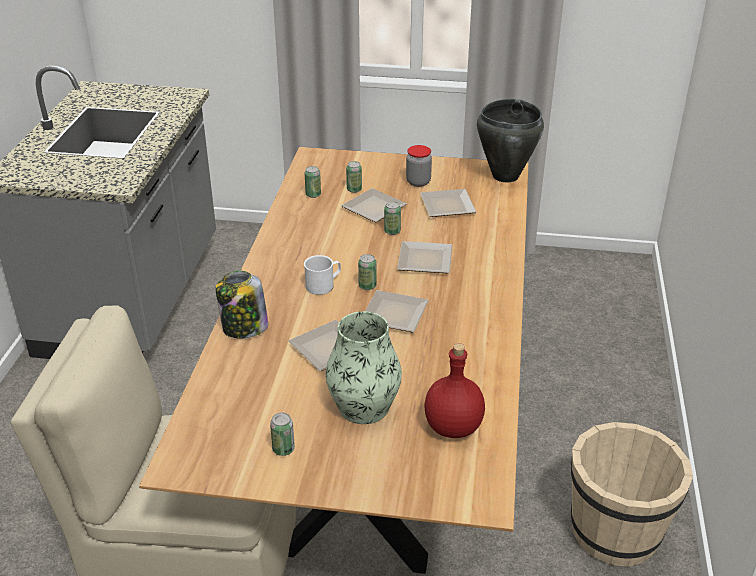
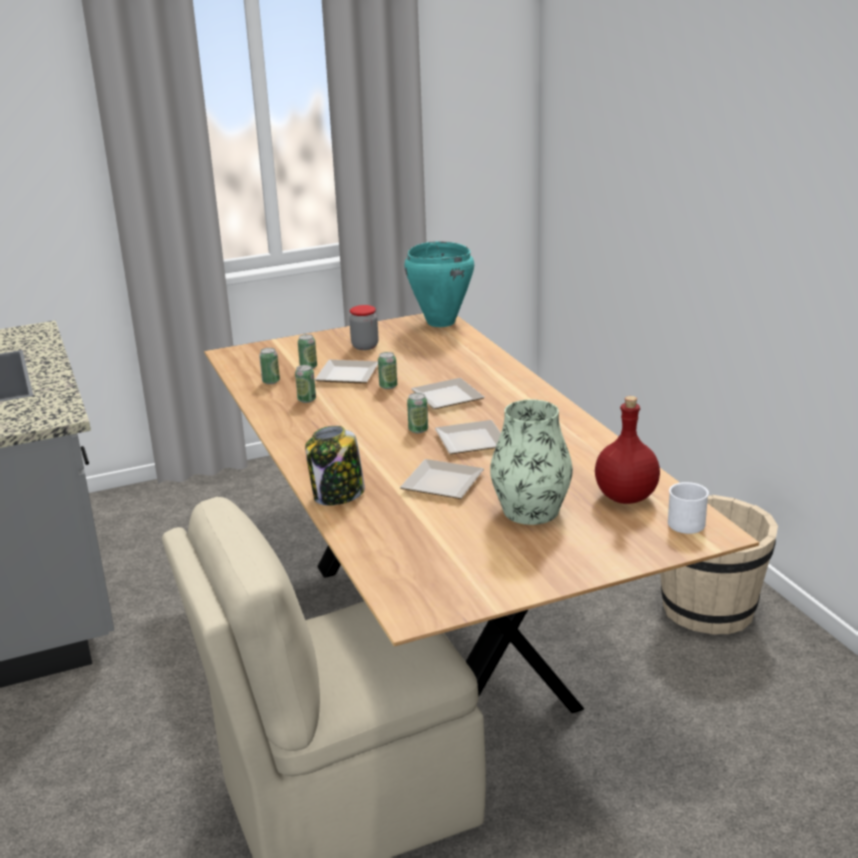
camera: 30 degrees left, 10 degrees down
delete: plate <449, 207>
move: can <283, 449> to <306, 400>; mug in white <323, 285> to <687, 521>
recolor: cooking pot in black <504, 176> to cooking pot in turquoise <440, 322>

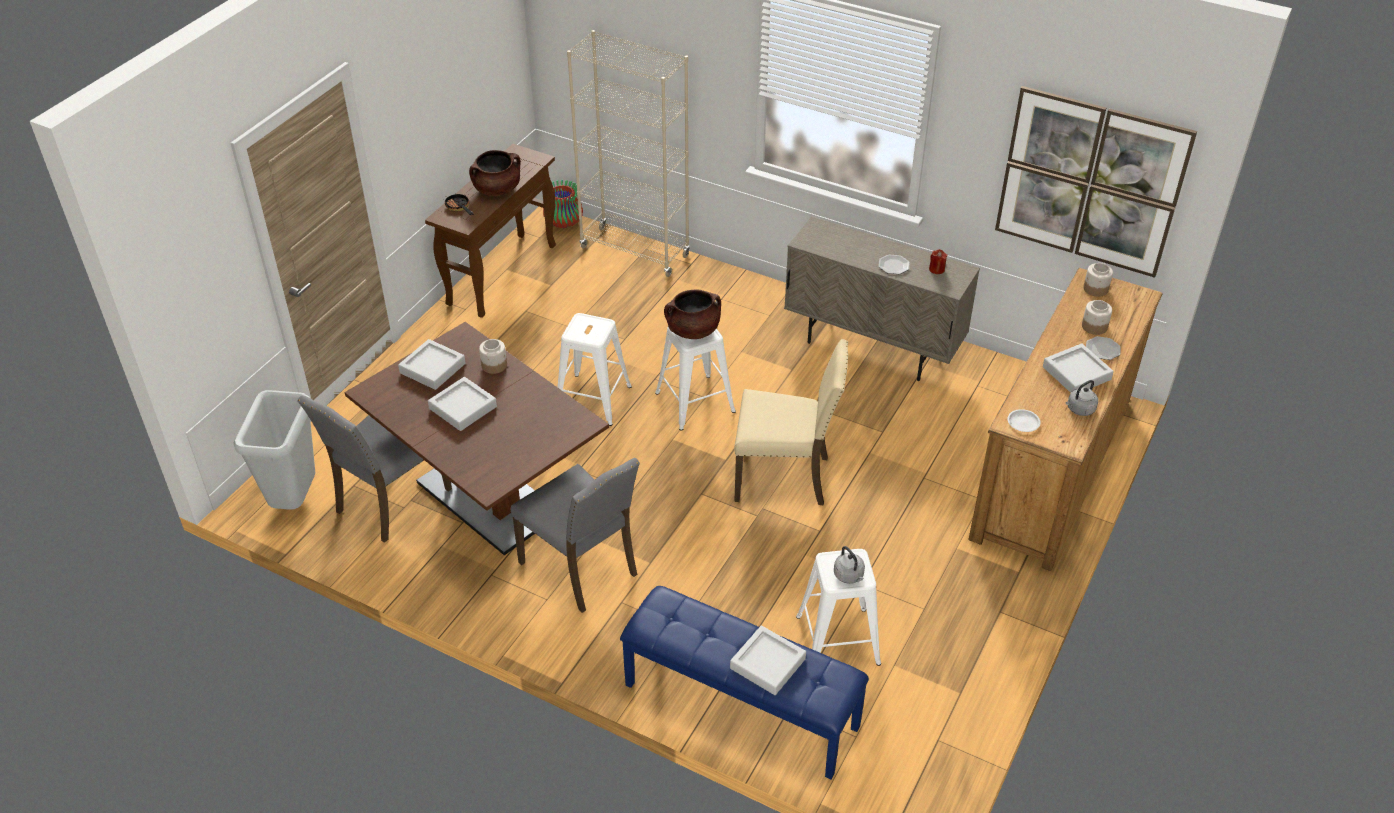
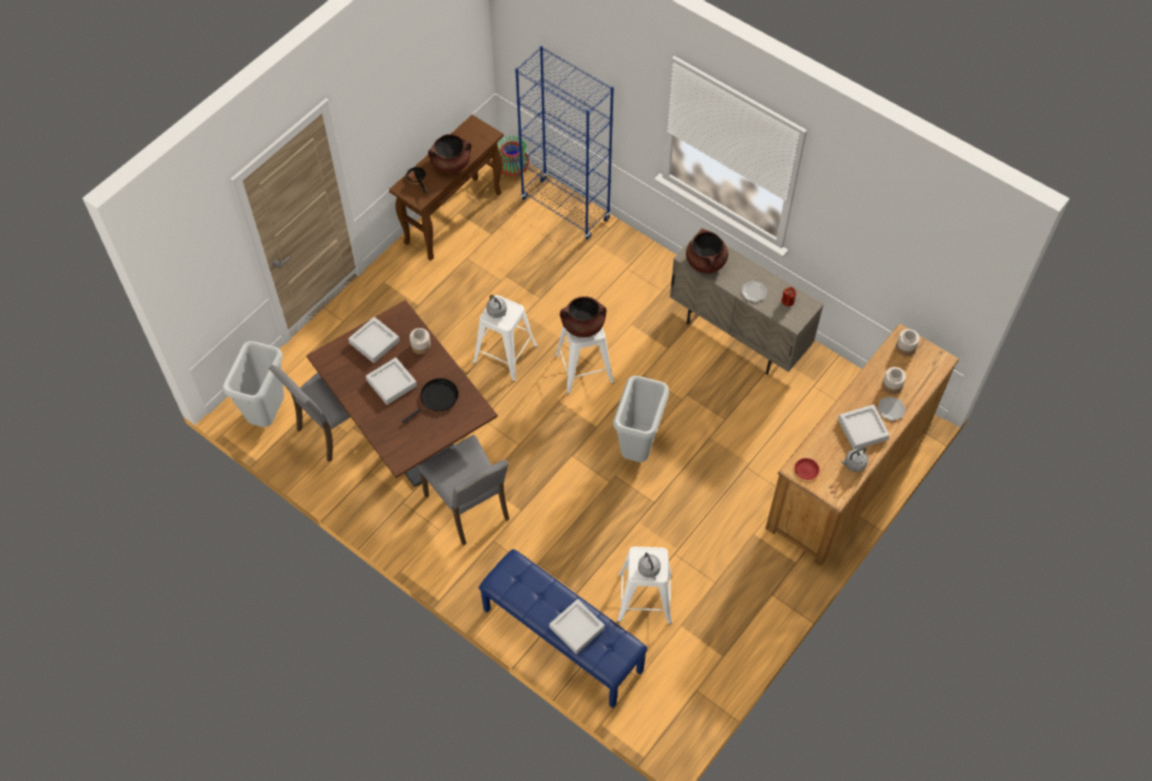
camera: 10 degrees right, 15 degrees up
delete: picture <1090, 182>
insert: frying pan in black <437, 398>; kettle in grey <497, 312>; cooking pot in brown <706, 262>
replace: chair in beige <784, 477> to trash can in grey <638, 450>
recolor: bookcase in beige <635, 252> to bookcase in blue <565, 209>; plate in white <1023, 422> to plate in red <806, 470>

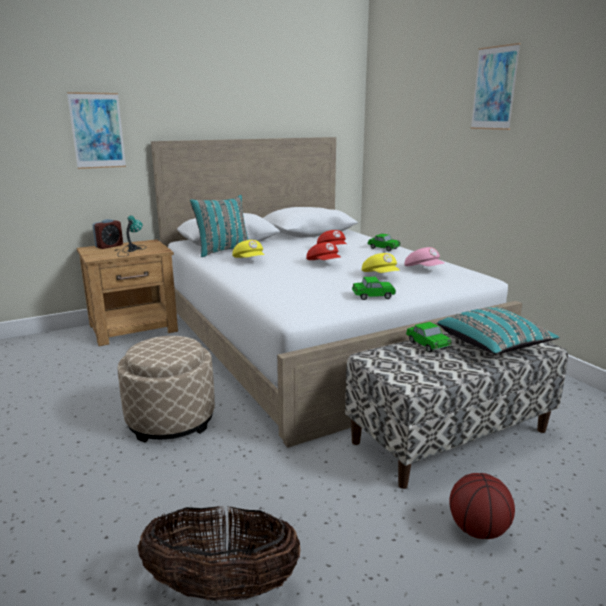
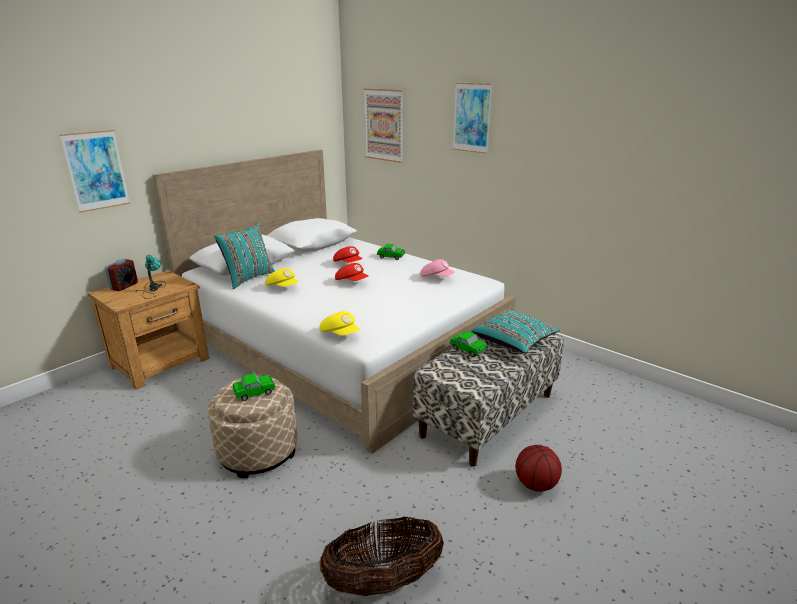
camera: 20 degrees left, 5 degrees up
insert: picture <384, 125>
move: toy car <373, 296> to <254, 392>; cap in yellow <381, 276> to <340, 334>

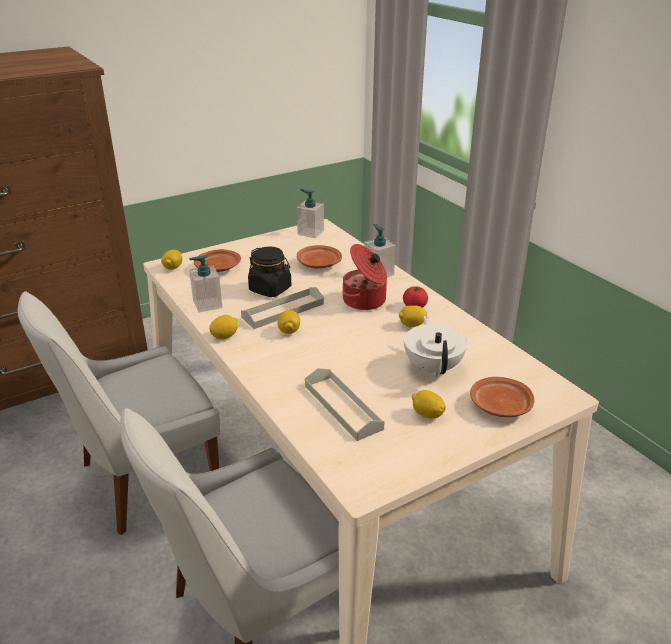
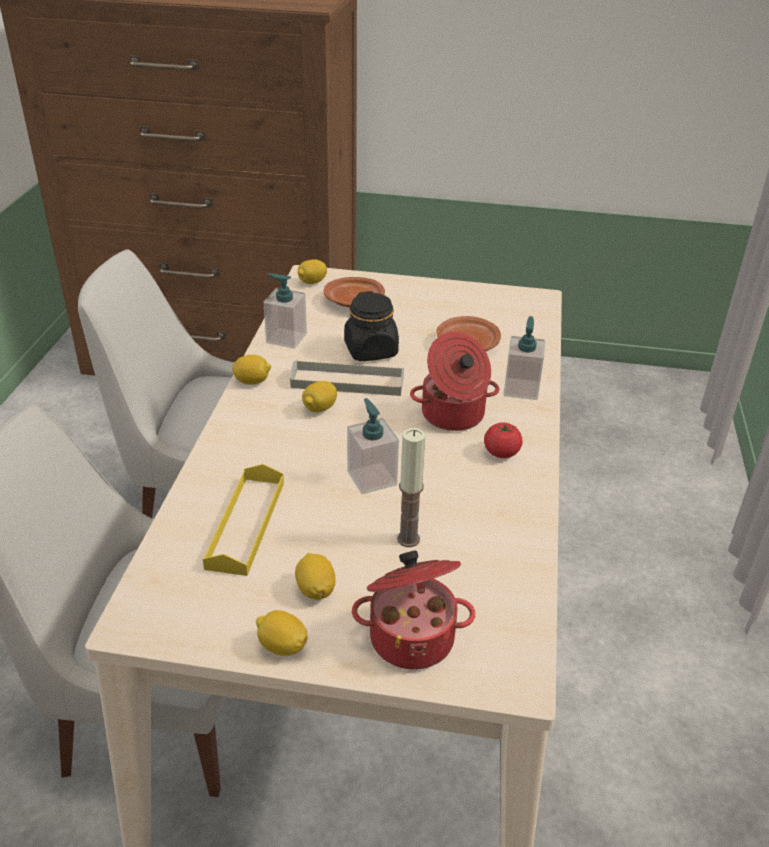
camera: 40 degrees right, 5 degrees up
move: lemon <411, 325> to <282, 646>; soap dispenser <310, 233> to <371, 478>
replace: plate in brown <500, 406> to cooking pot <412, 636>; teapot in white <433, 367> to candle <408, 539>
recolor: tray in grey <342, 407> to tray in yellow <246, 524>

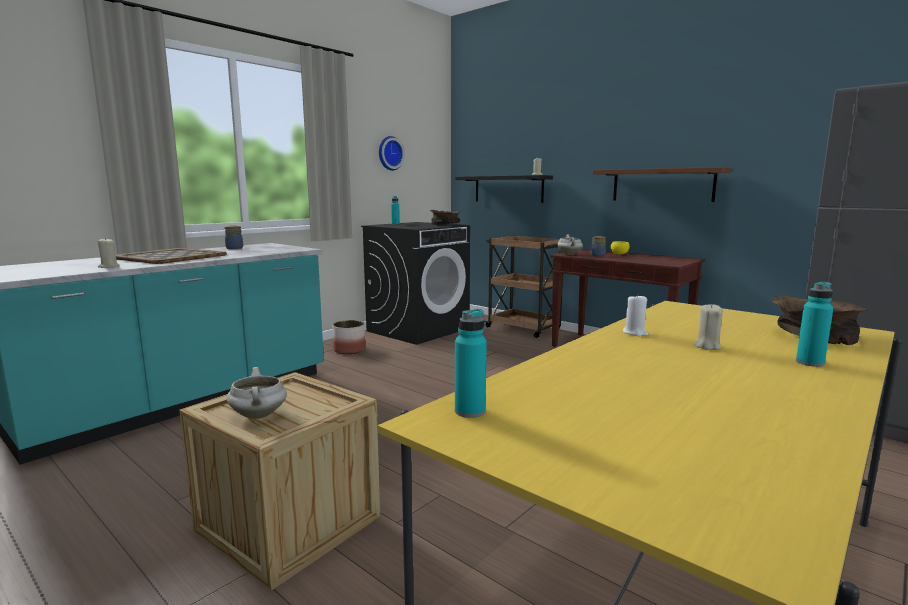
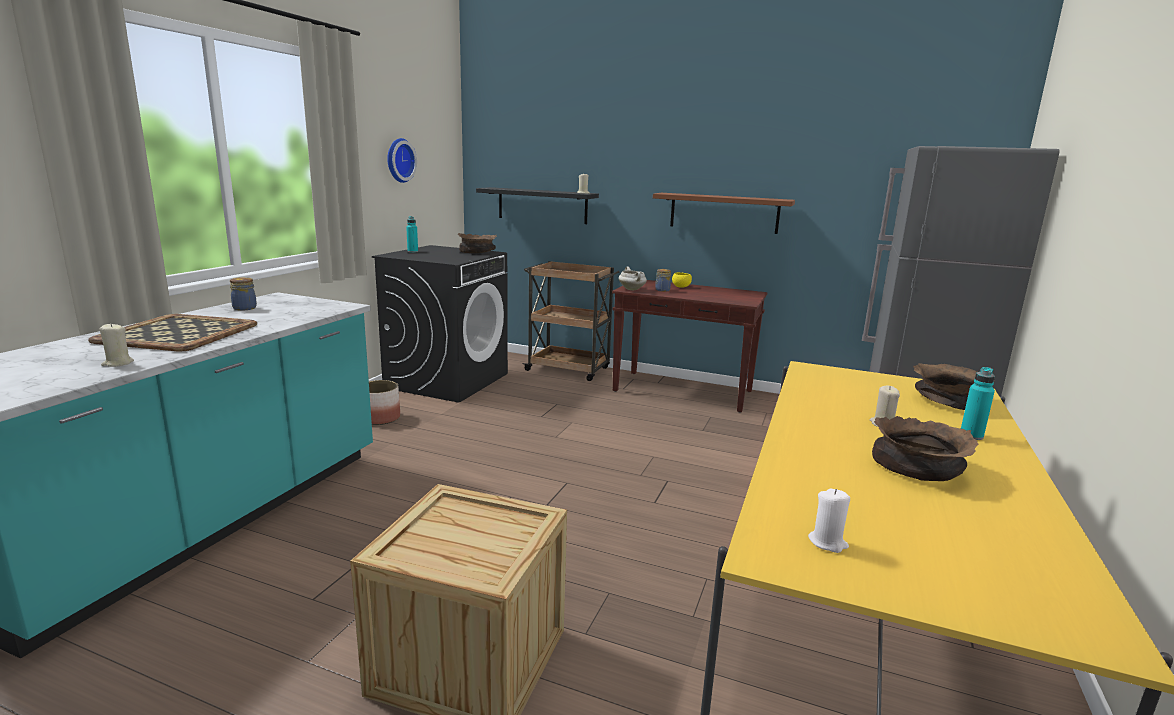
camera: 20 degrees left, 5 degrees up
delete: cooking pot in white <259, 415>; bottle in turquoise <470, 411>
insert: bowl in brown <919, 468>
move: candle in white <635, 333> to <827, 542>

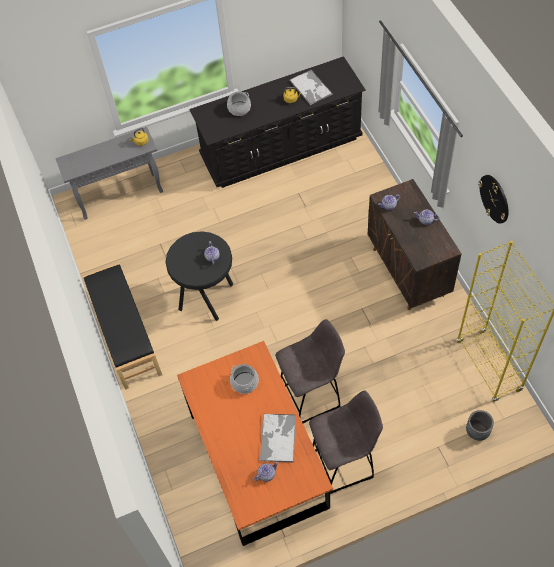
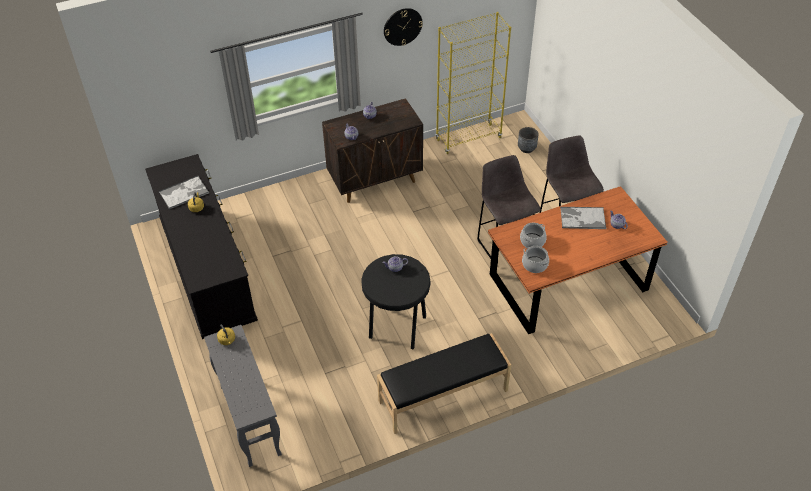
camera: 95 degrees left, 10 degrees down
move: cooking pot <239, 109> to <535, 264>

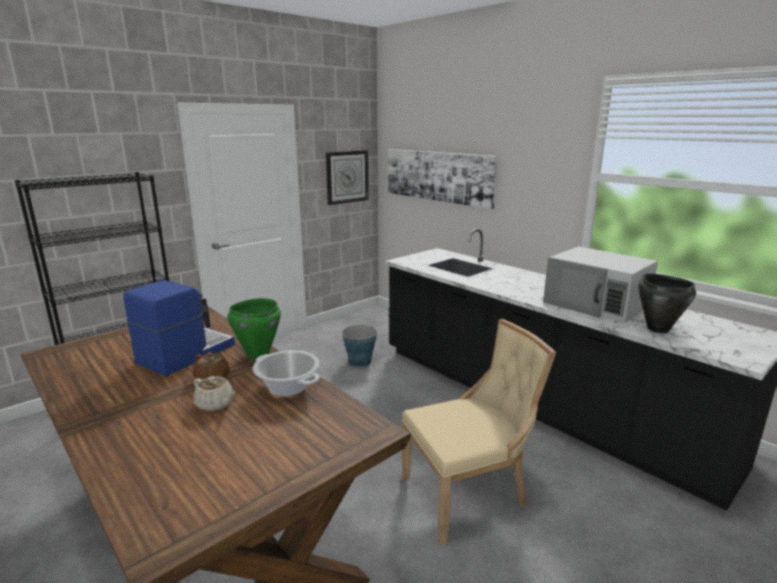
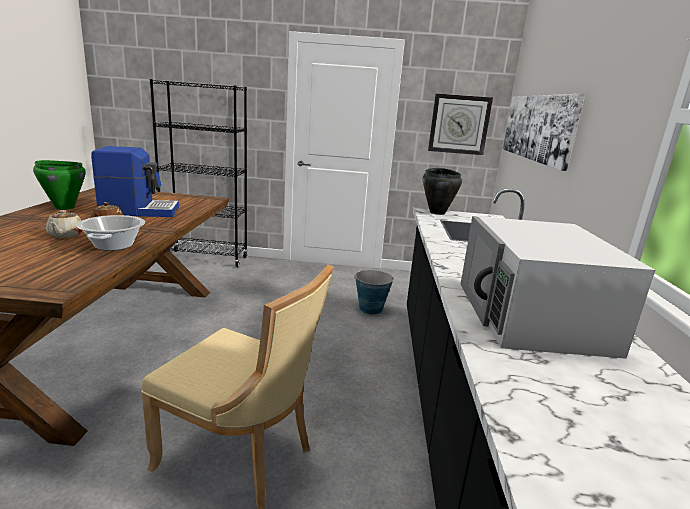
camera: 45 degrees right, 0 degrees up
move: cooking pot in green <257, 355> to <64, 207>; cooking pot in black <657, 329> to <437, 212>

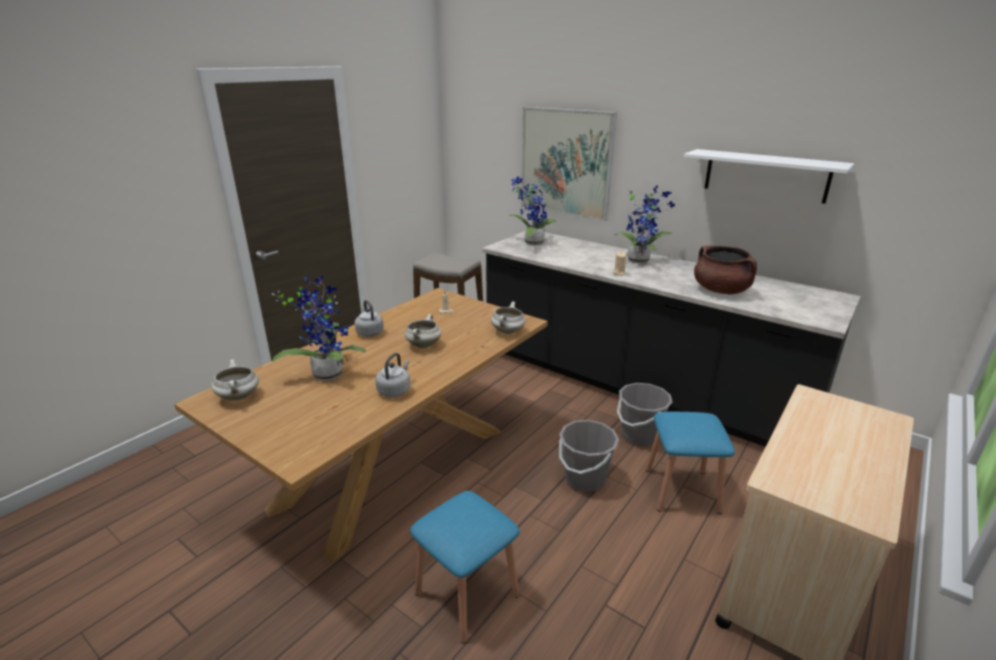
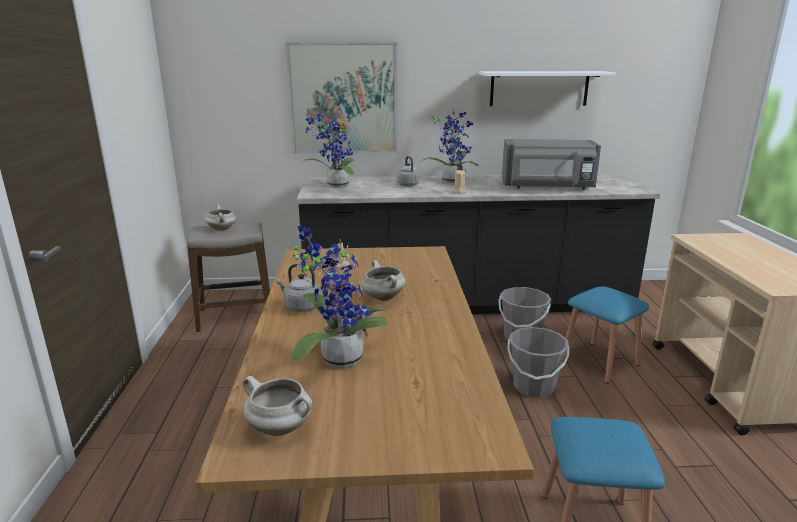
camera: 40 degrees left, 5 degrees down
move: cooking pot in white <508, 332> to <222, 229>; kettle in grey <395, 390> to <407, 184>
replace: cooking pot in brown <721, 290> to microwave in grey <547, 187>

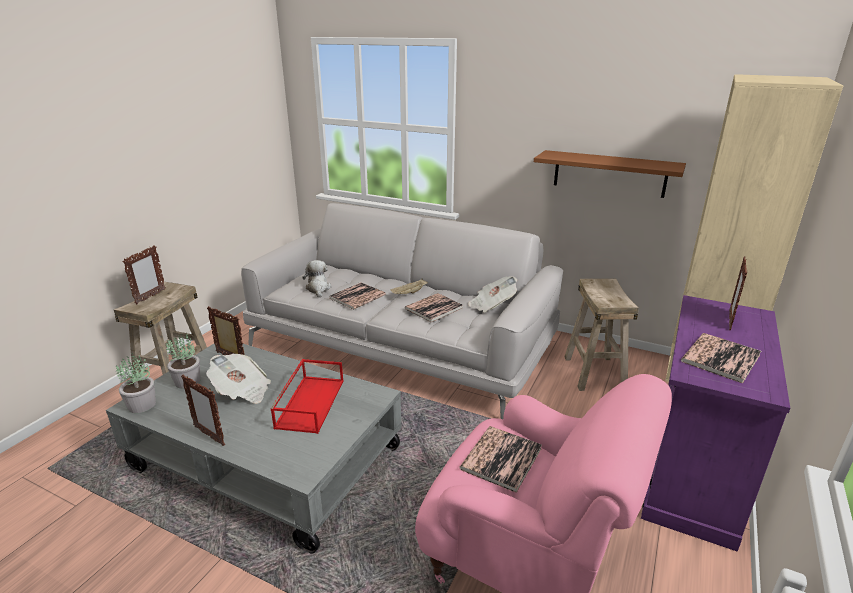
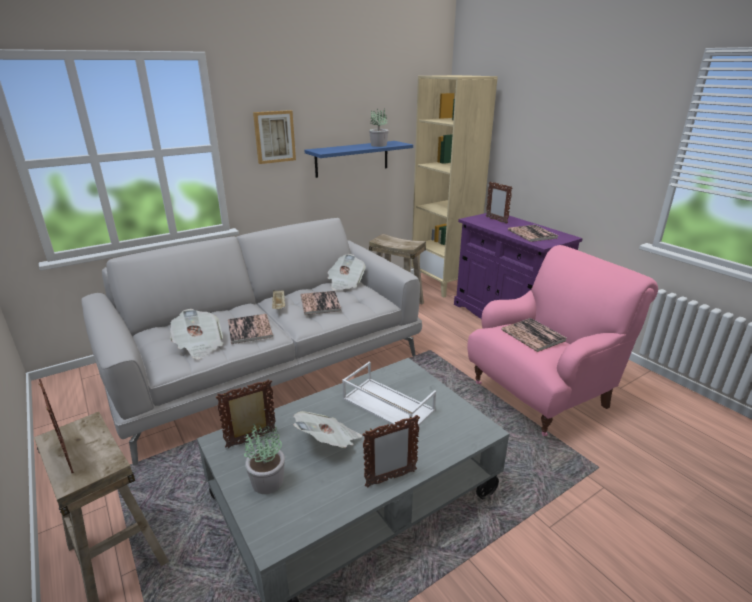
camera: 60 degrees left, 0 degrees up
insert: picture <274, 137>
move: potted plant <142, 405> to <378, 145>
replace: plush toy <318, 289> to newspaper <199, 345>
recolor: shelf in brown <609, 173> to shelf in blue <352, 158>; tray in red <310, 402> to tray in white <386, 404>

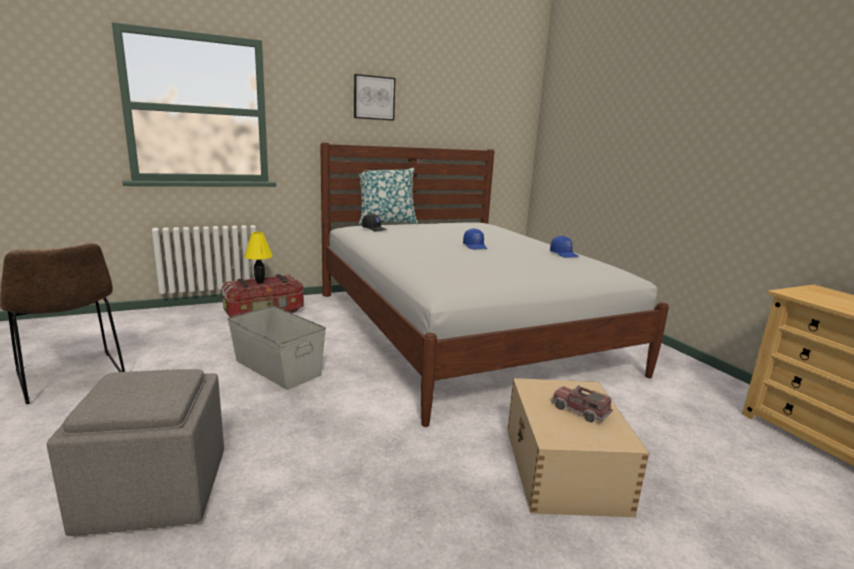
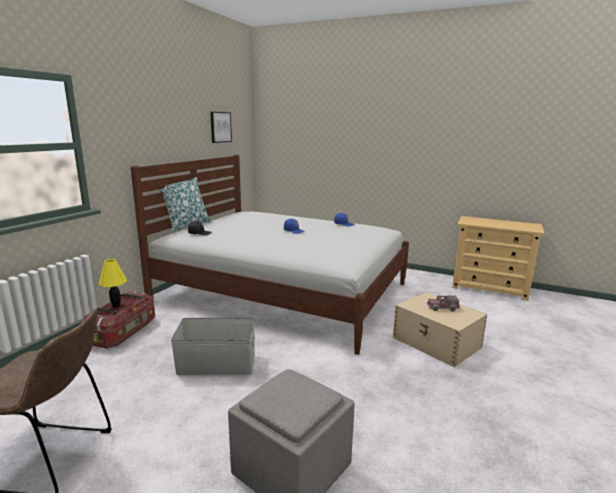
camera: 40 degrees left, 0 degrees up
move: picture <374, 98> to <220, 127>

